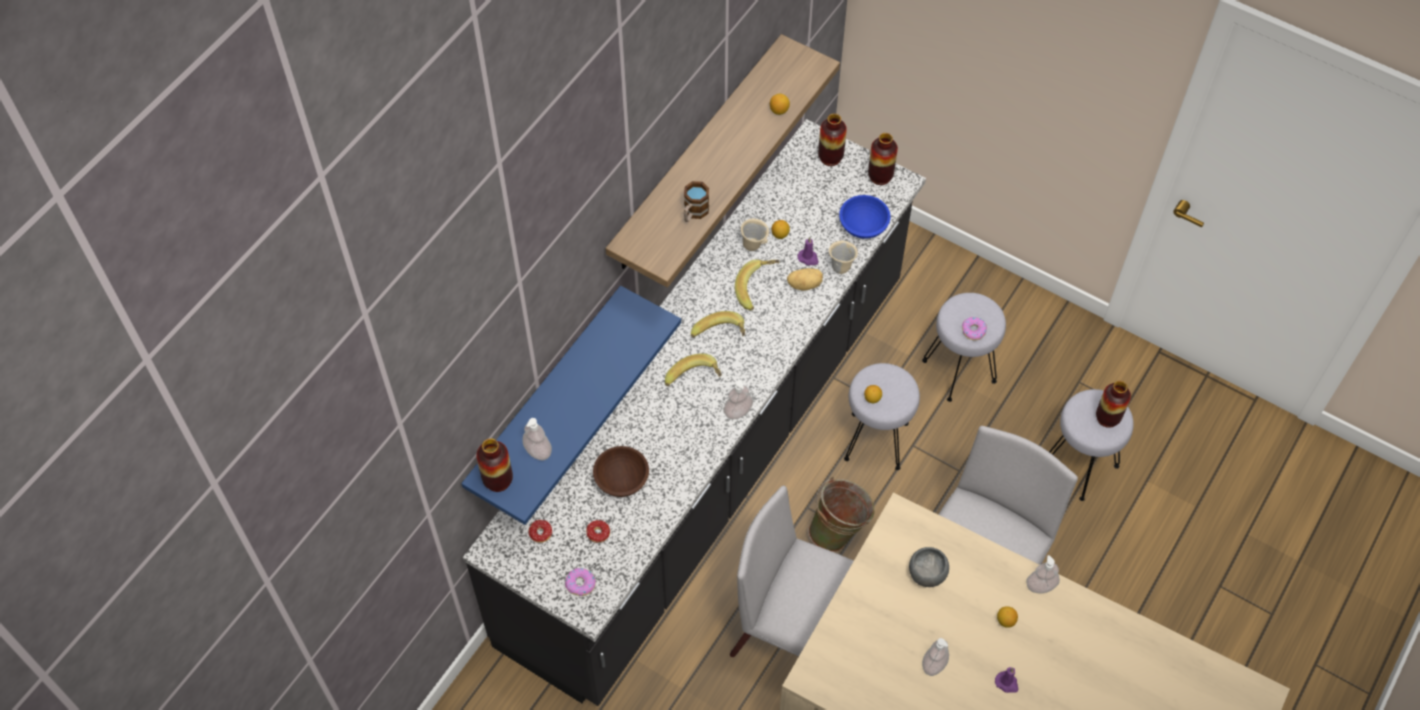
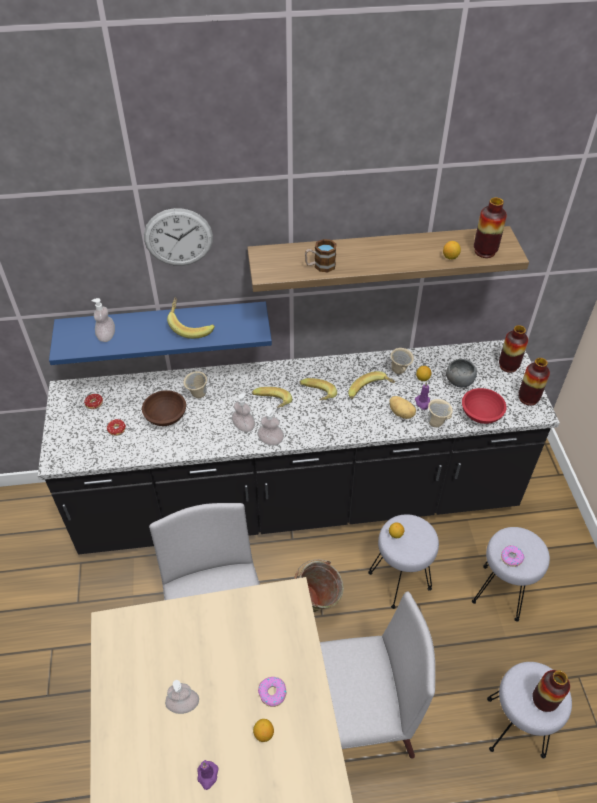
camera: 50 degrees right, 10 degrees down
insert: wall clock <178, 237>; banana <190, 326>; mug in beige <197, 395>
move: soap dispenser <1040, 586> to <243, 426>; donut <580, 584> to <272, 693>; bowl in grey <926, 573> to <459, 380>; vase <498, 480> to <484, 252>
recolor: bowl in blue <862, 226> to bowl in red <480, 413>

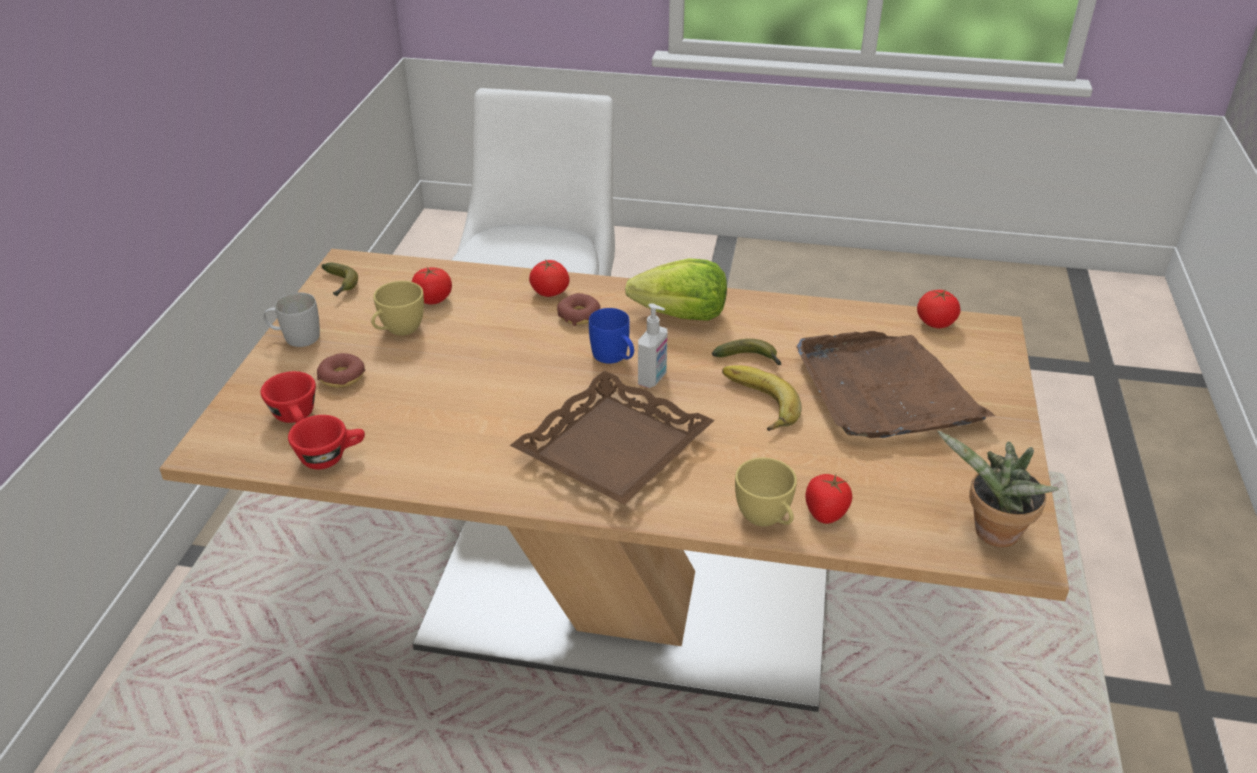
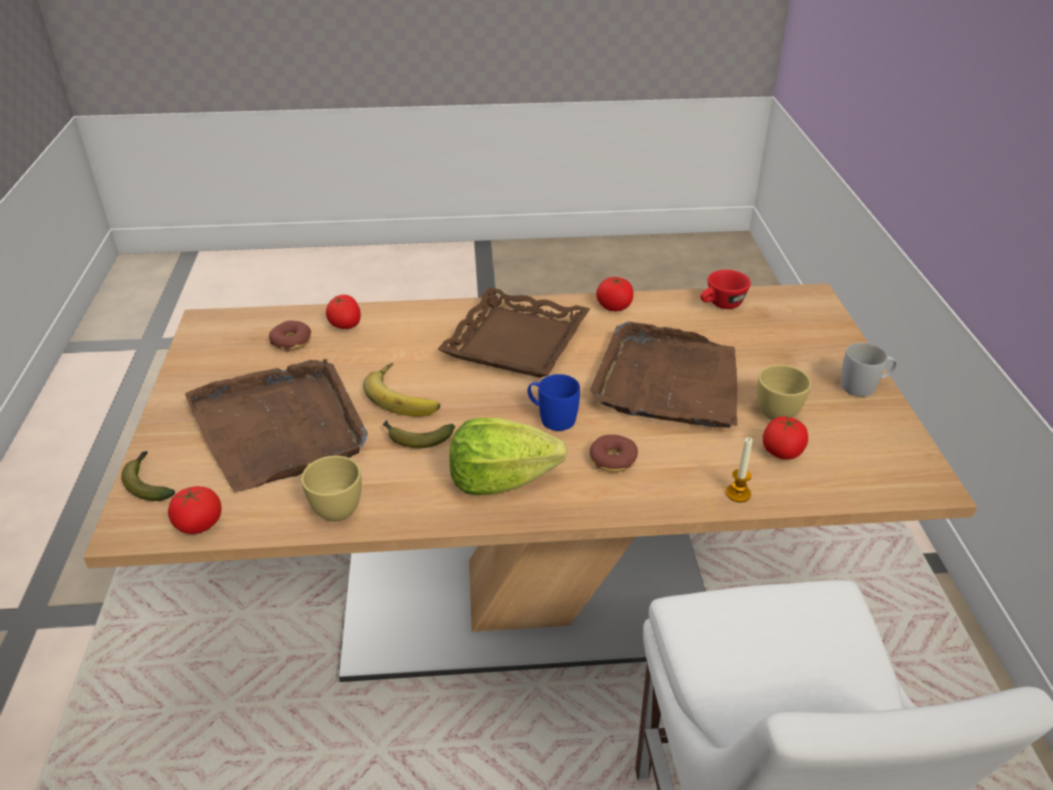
camera: 165 degrees right, 0 degrees up
delete: cup in red <297, 417>; soap dispenser <653, 379>; potted plant <990, 534>
insert: tray in brown <668, 382>; candle <738, 493>
move: banana <340, 285> to <148, 482>; donut <342, 377> to <291, 341>; cup in yellow <766, 519> to <333, 506>; tomato <550, 292> to <614, 307>

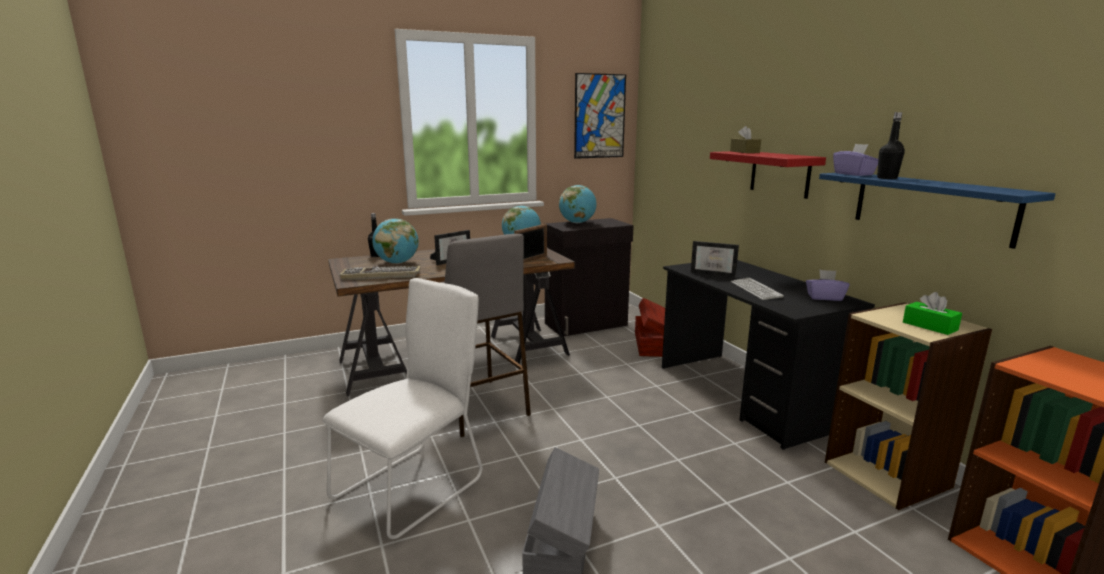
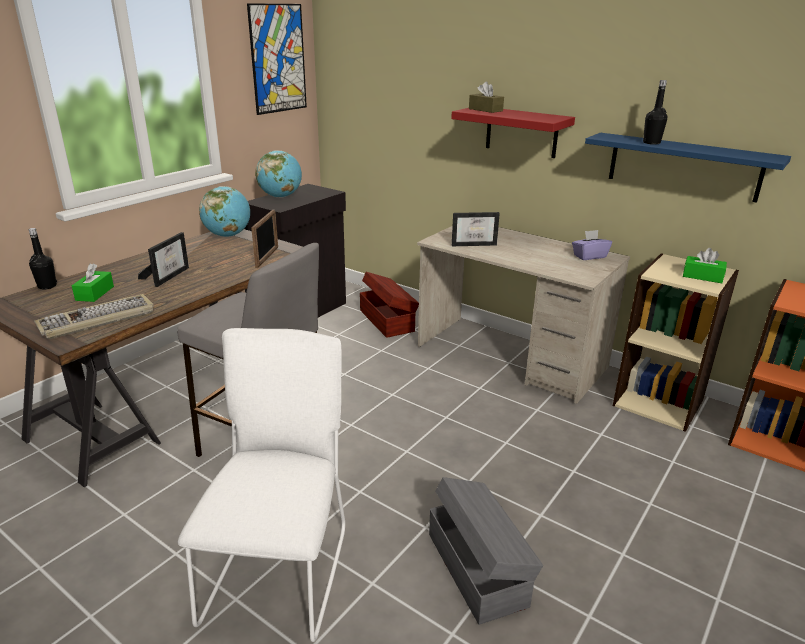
camera: 30 degrees left, 10 degrees up
delete: keyboard <755, 290>; tissue box in purple <854, 174>
replace: globe <397, 263> to tissue box in green <95, 293>
recolor: desk in black <746, 395> to desk in beige <510, 357>

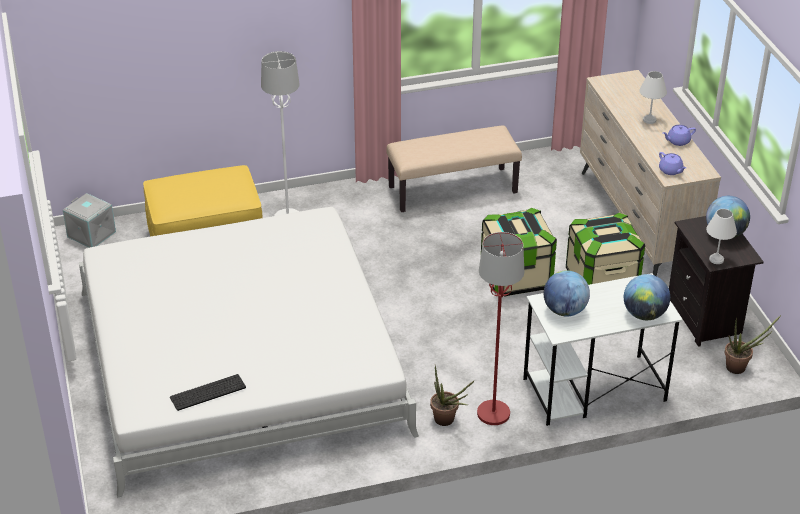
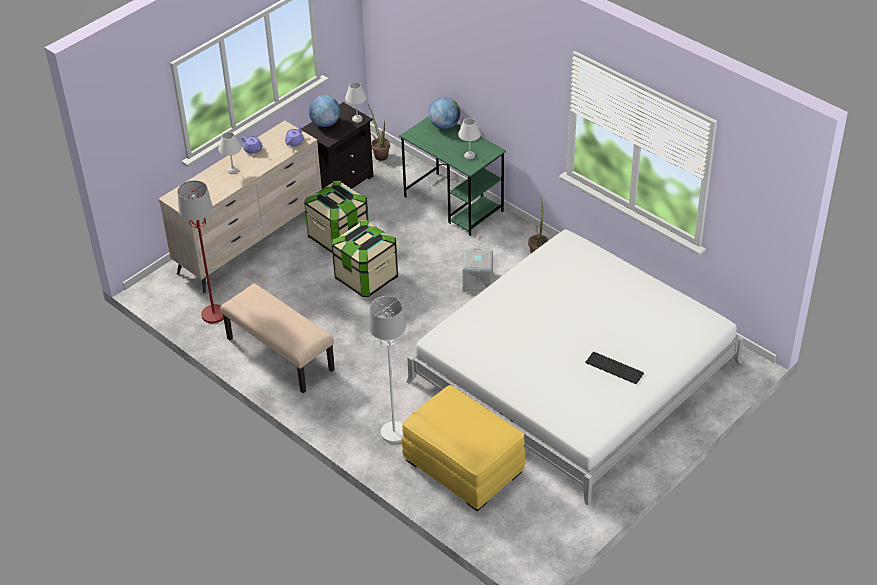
camera: 120 degrees left, 5 degrees up
move: floor lamp in red <494, 413> to <213, 314>; storage box in grey <90, 234> to <478, 281>; keyboard <207, 393> to <615, 367>
replace: globe <565, 310> to table lamp in white <470, 156>
recolor: desk in white <593, 390> to desk in green <454, 204>

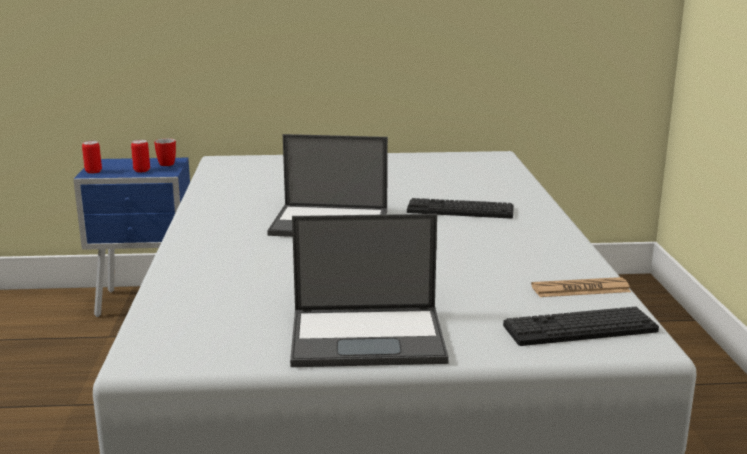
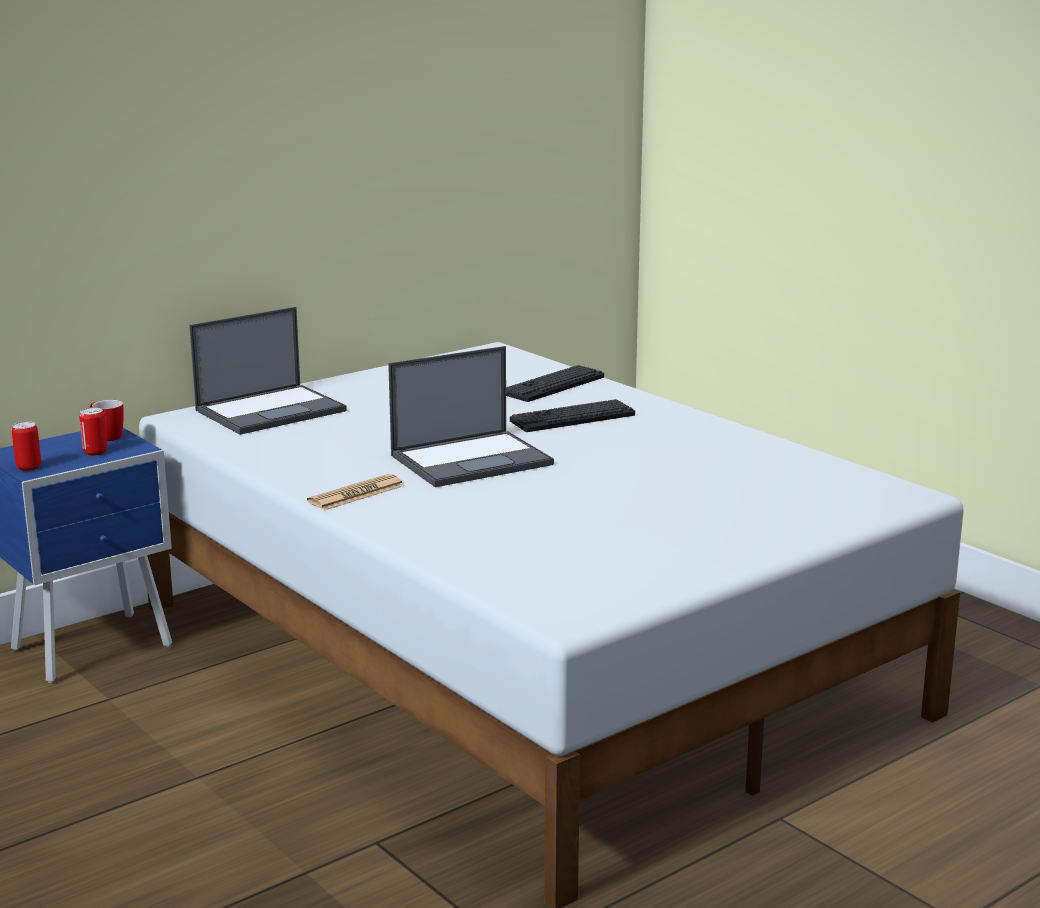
camera: 35 degrees left, 0 degrees up
move: laptop <369, 337> to <272, 410>; newspaper <580, 289> to <356, 494>; keyboard <580, 328> to <553, 385>

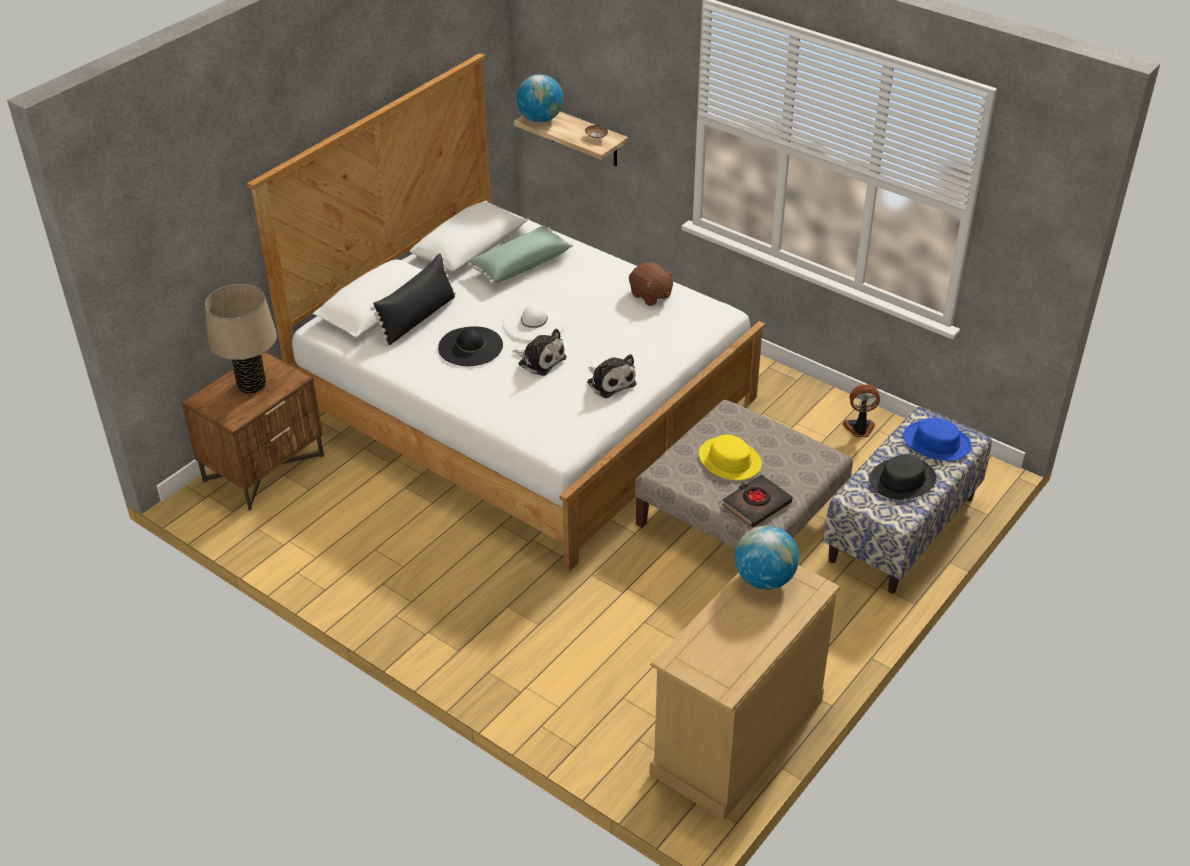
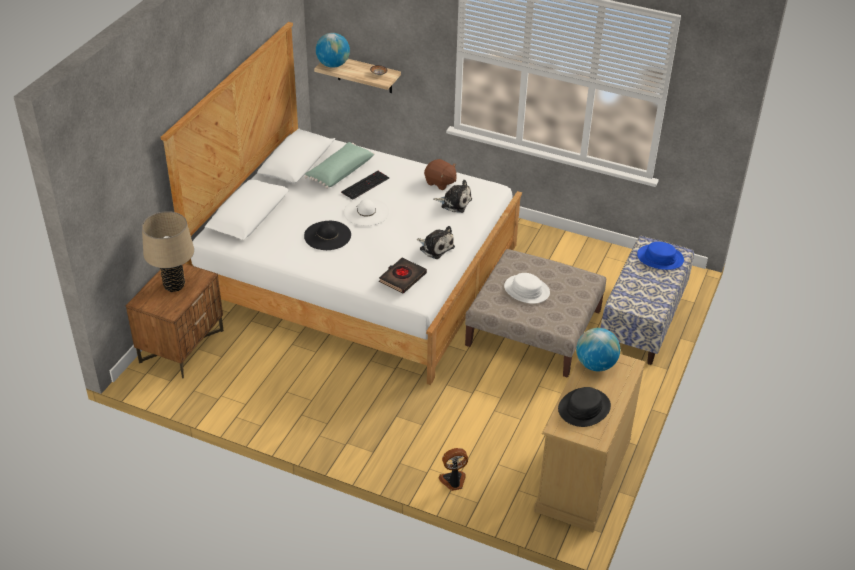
camera: 15 degrees left, 0 degrees up
delete: pillow in black <418, 318>
insert: keyboard <365, 184>
move: book in black <756, 504> to <402, 278>; plush toy <540, 360> to <454, 202>; fan <859, 429> to <453, 481>; hat in black <902, 480> to <584, 408>
recolor: hat in yellow <729, 460> to hat in white <526, 290>

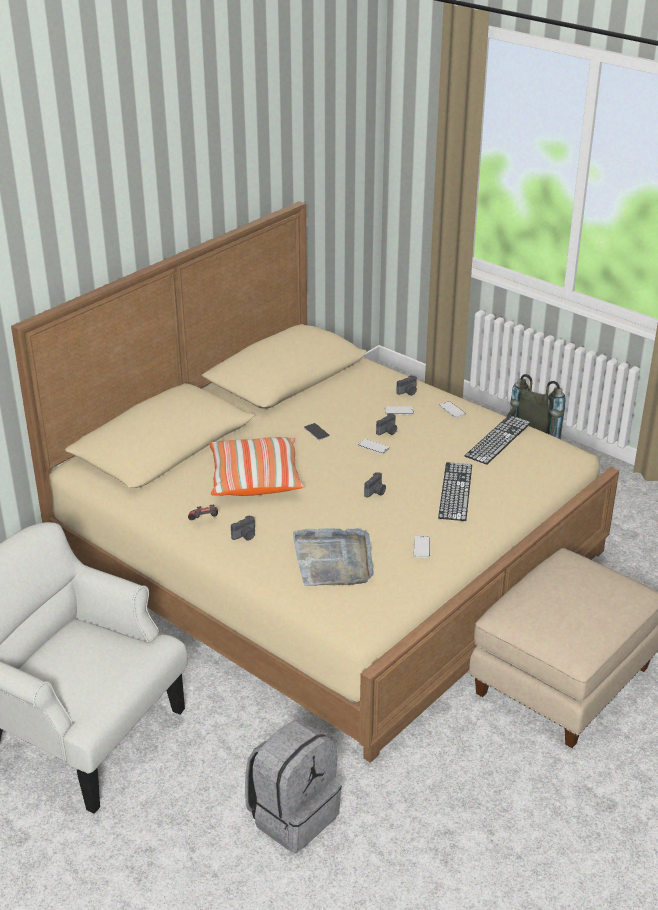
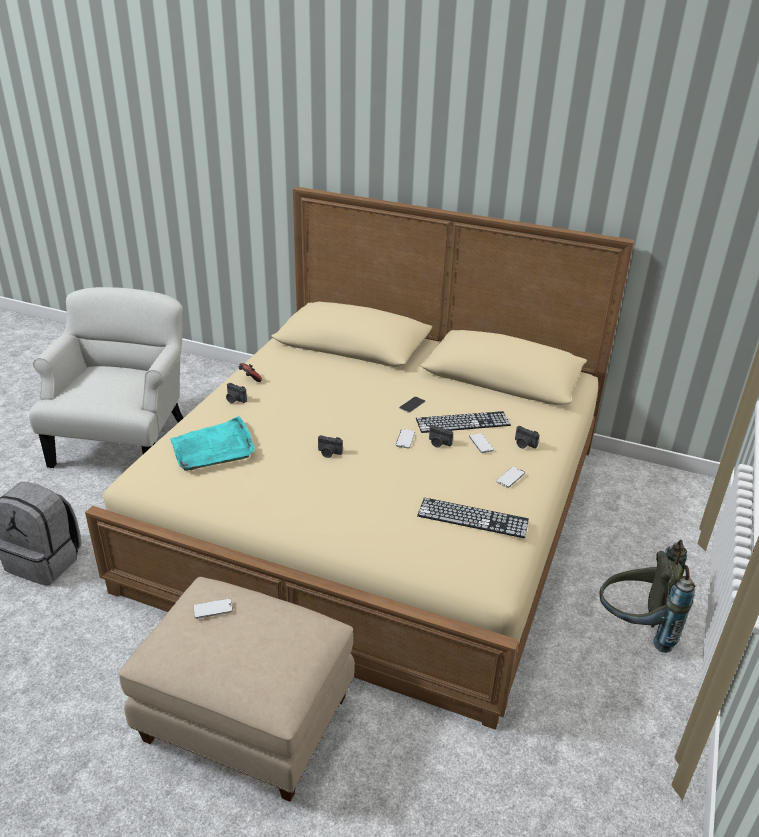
camera: 70 degrees right, 0 degrees up
delete: pillow <254, 479>
move: phone <421, 548> to <213, 609>; keyboard <455, 491> to <463, 422>
recolor: tray in grey <334, 560> to tray in turquoise <213, 448>

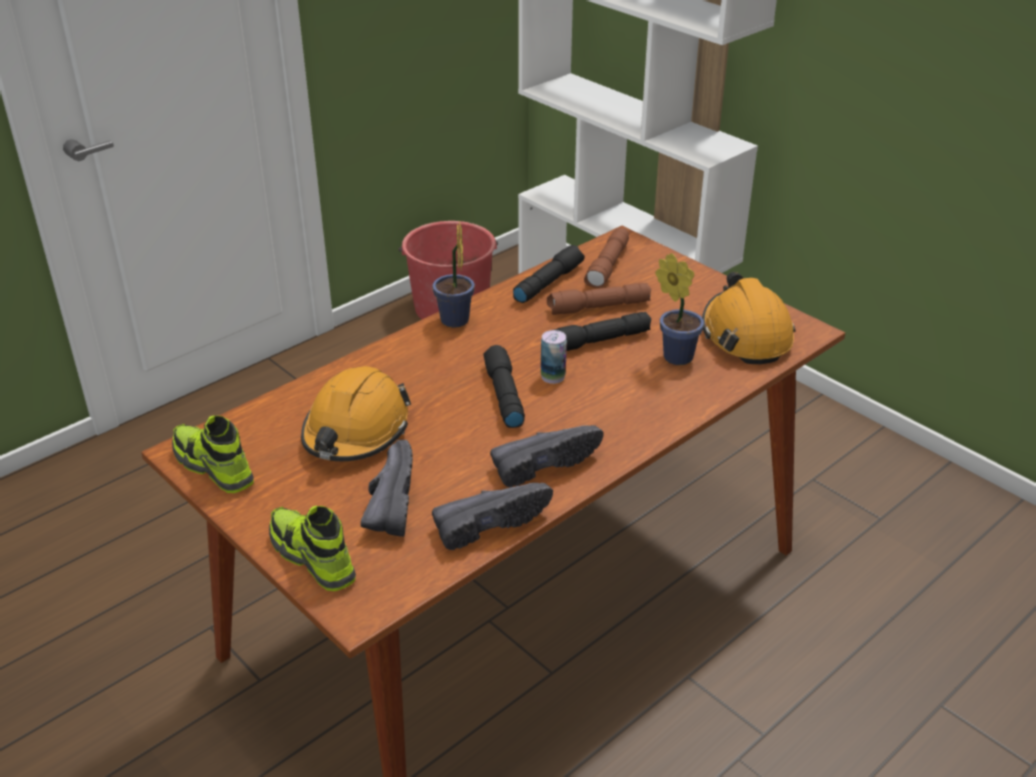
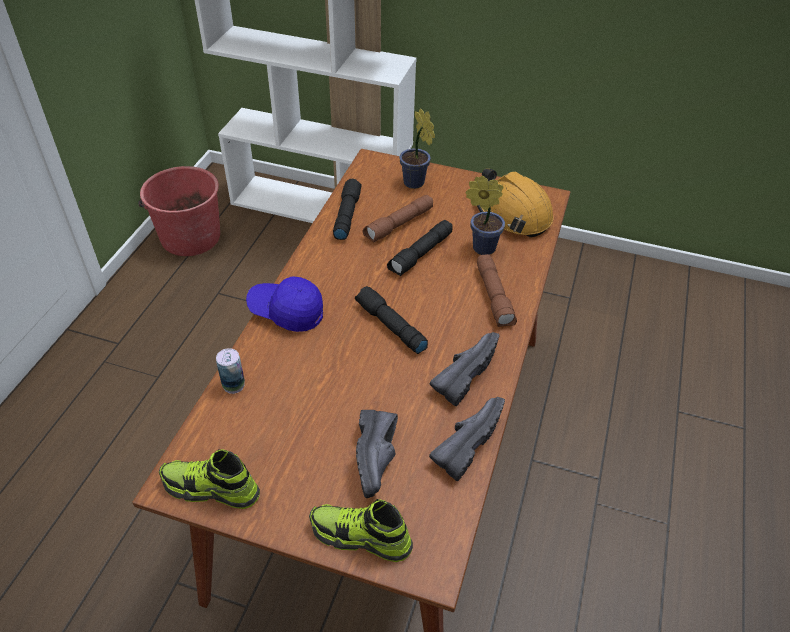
camera: 30 degrees left, 10 degrees up
delete: hard hat in orange <356, 431>
insert: cap in blue <286, 312>
move: can <553, 376> to <233, 385>; potted plant <454, 322> to <415, 184>; flashlight in brown <608, 267> to <495, 297>
rotate: shoe in black <387, 503> = <379, 459> 150 degrees counterclockwise

